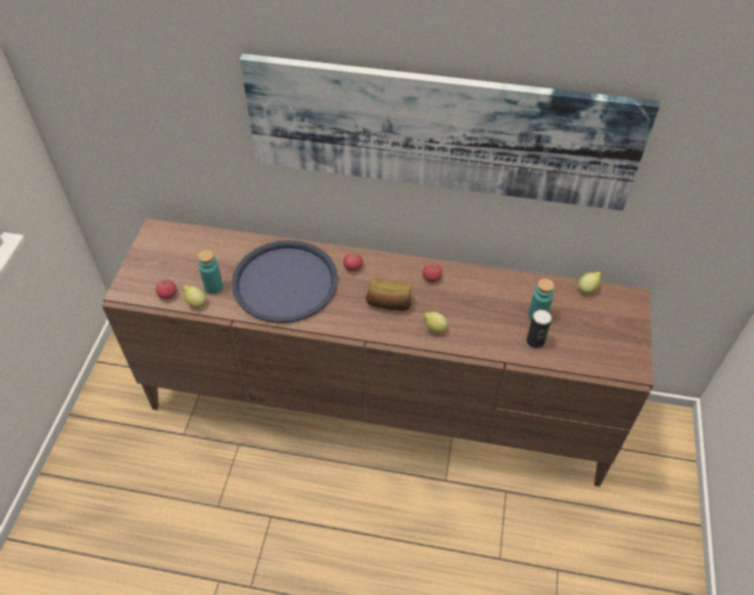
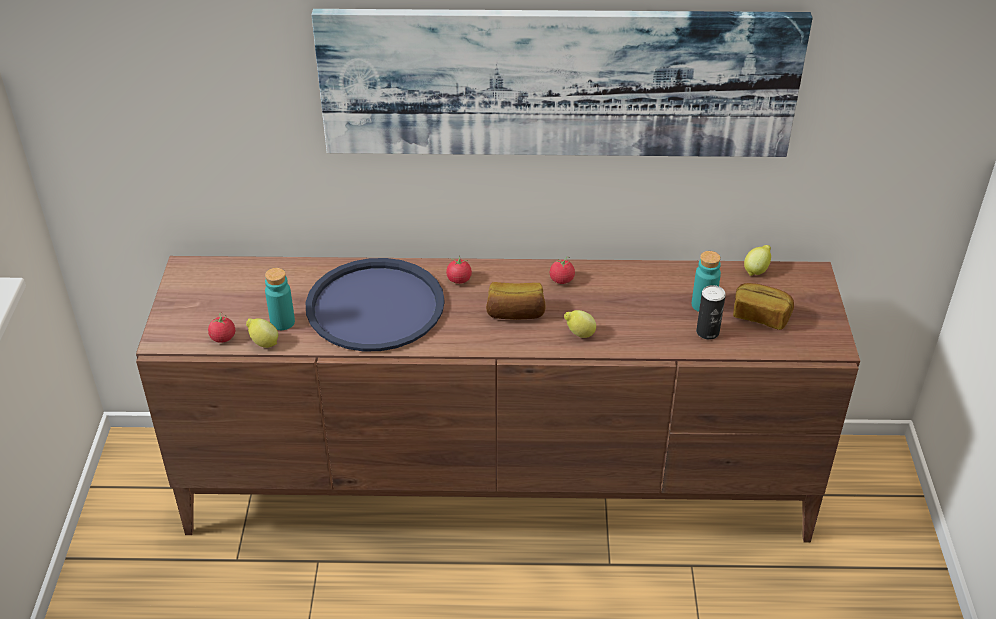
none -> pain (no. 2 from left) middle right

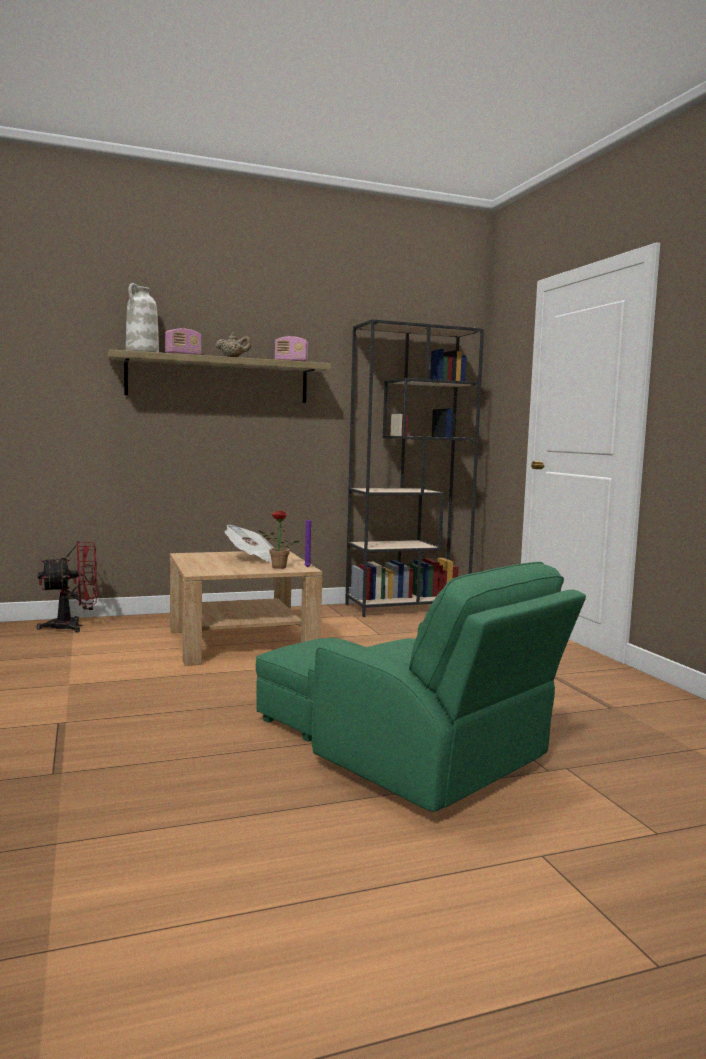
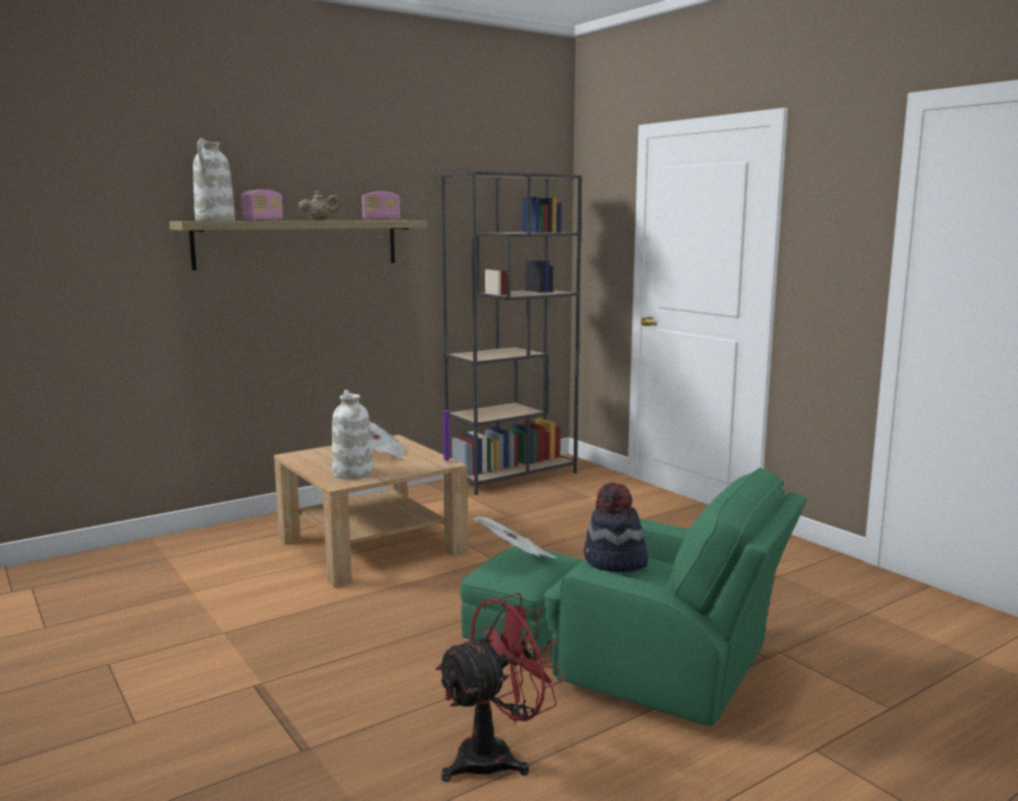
plante en pot centre -> none
none -> vase [blanc] (no. 2 from left) centre
none -> journal (no. 2 from left) bottom centre
none -> chapeau centre
ventilateur [rouge] middle left -> ventilateur [rouge] bottom centre, shifted

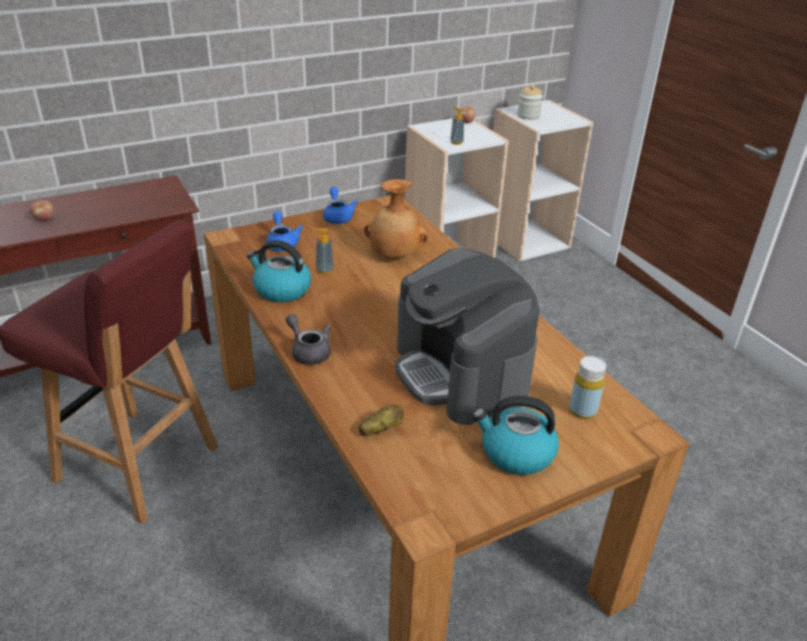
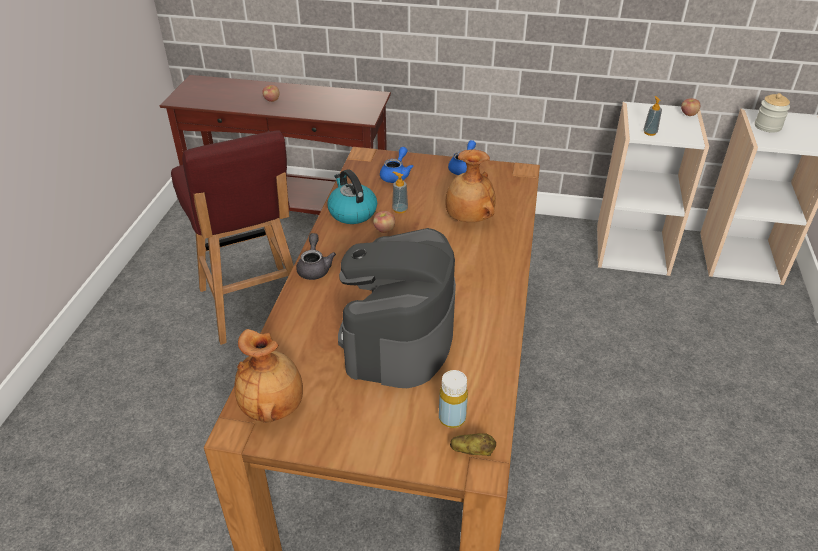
bouilloire (no. 2 from left) bottom centre -> none
none -> vase [marron] (no. 1 from left) bottom left
none -> pomme (no. 2 from left) centre
pomme de terre centre -> pomme de terre bottom centre, shifted

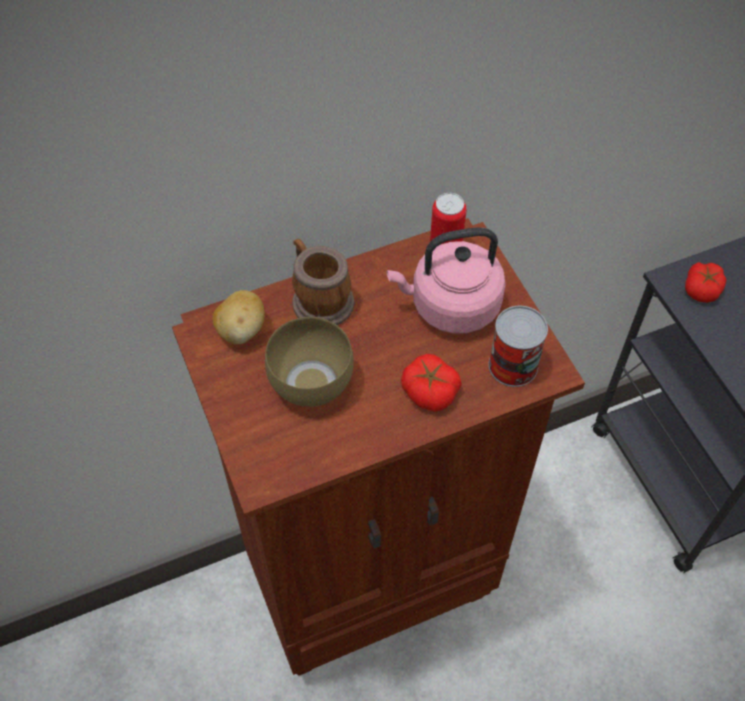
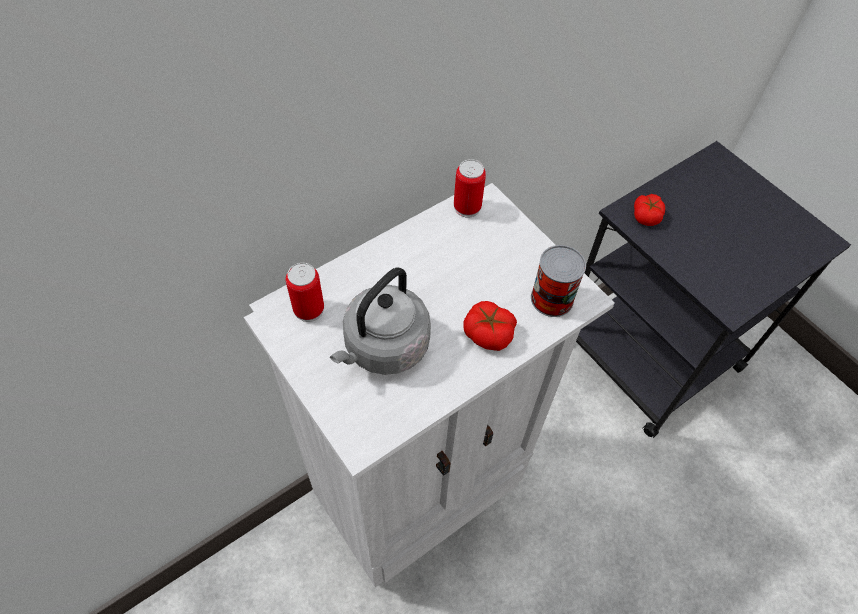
mug centre -> none
bouilloire [rose] centre -> none
pomme de terre middle left -> boîte métallique (no. 1 from left) centre
bol [marron] centre -> bouilloire [gris] centre
meuble de rangement [marron] centre -> meuble de rangement [blanc] centre

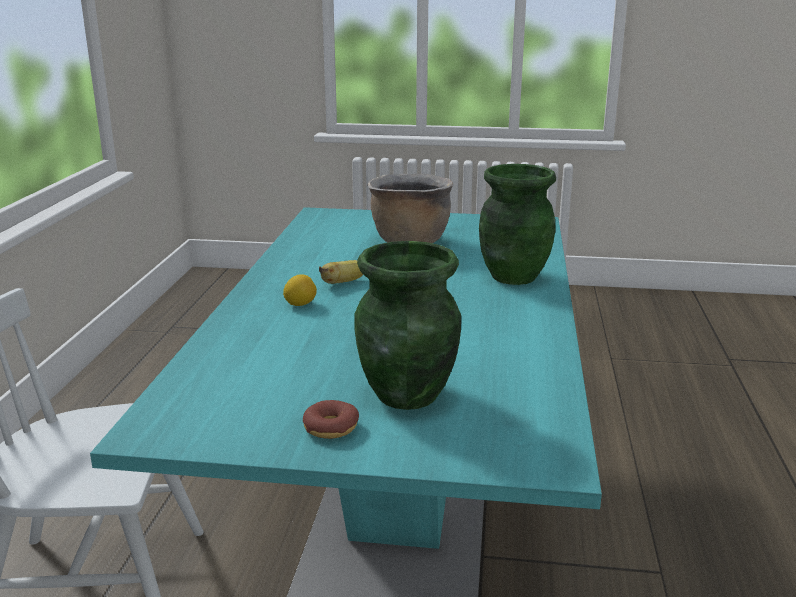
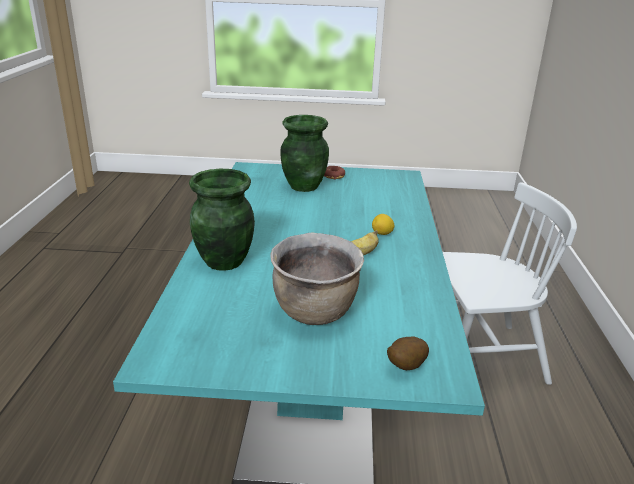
none -> pomme de terre bottom centre

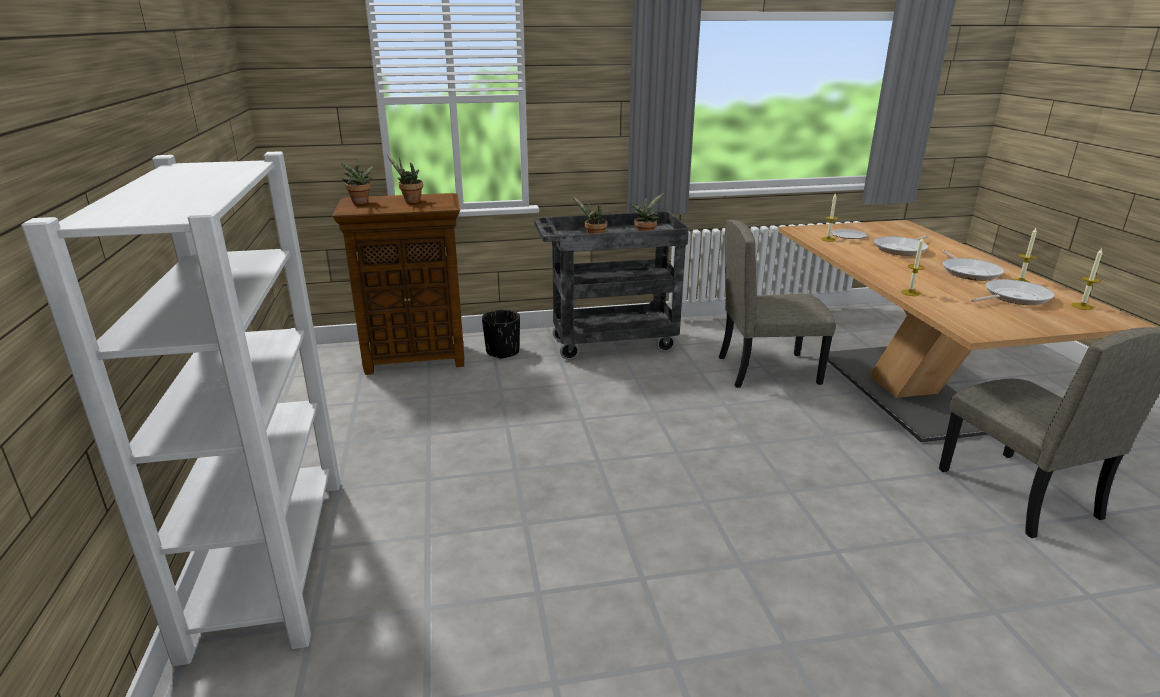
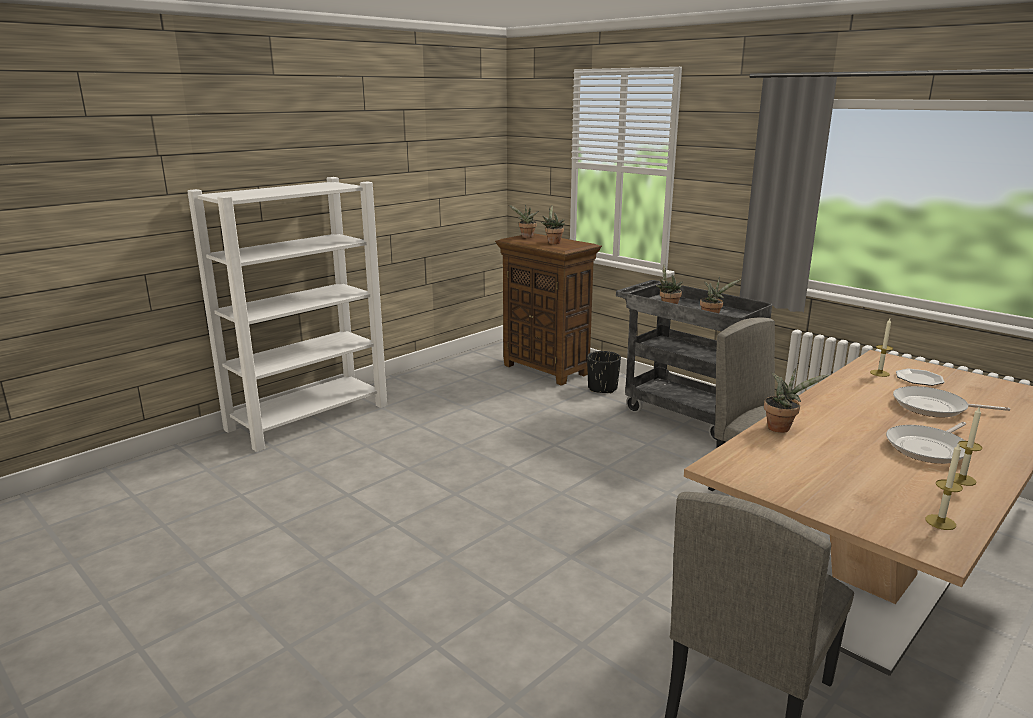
poêle (no. 3 from left) middle right -> none
bougie (no. 2 from left) middle right -> plante en pot (no. 5 from left) middle right

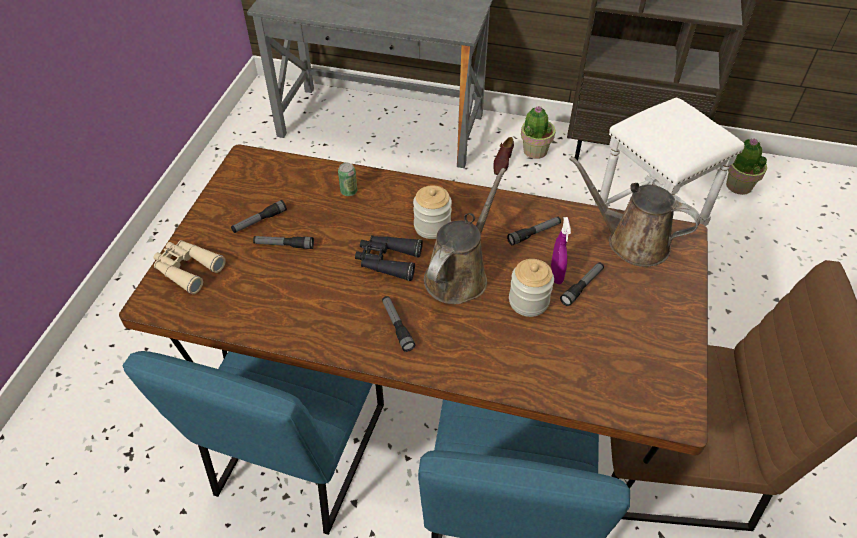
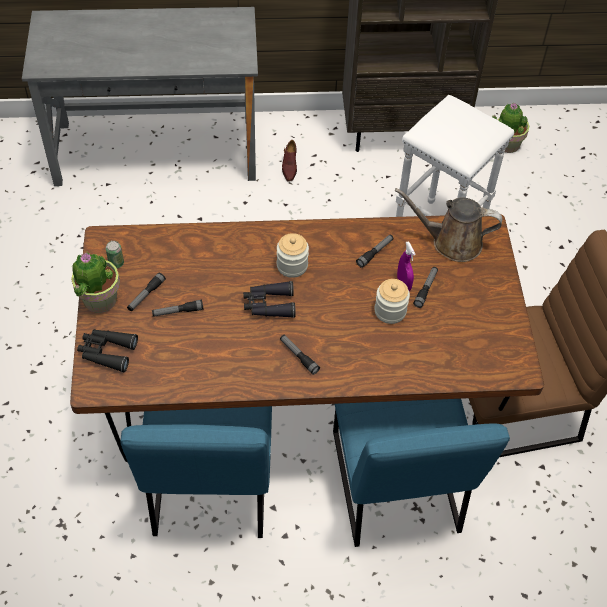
arrosoir [marron] (no. 1 from left) centre -> none
boîte métallique top centre -> boîte métallique middle left, shifted
plante en pot (no. 1 from left) top centre -> plante en pot (no. 1 from left) middle left, shifted
jumelles [beige] middle left -> jumelles [noir] (no. 1 from left) middle left

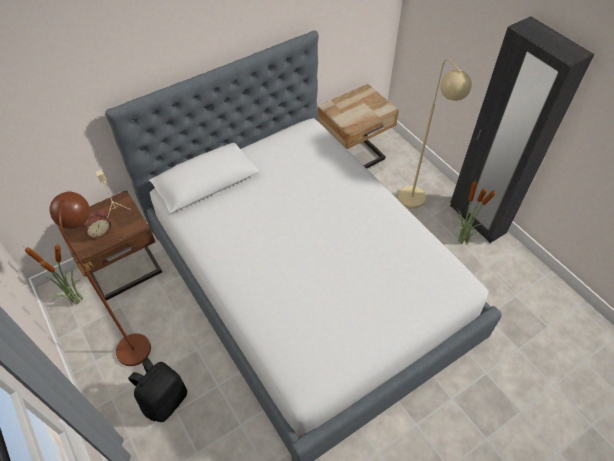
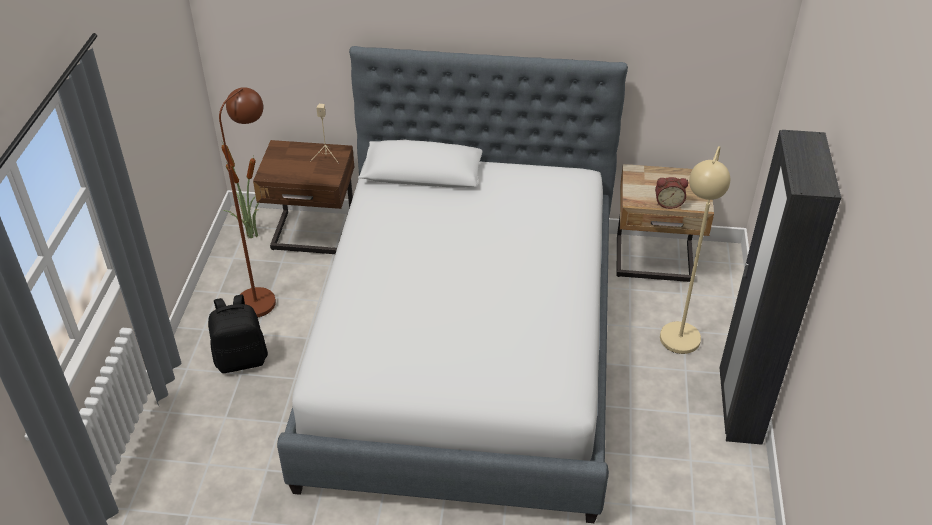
plante en pot (no. 2 from left) middle right -> none
réveil middle left -> réveil middle right, shifted

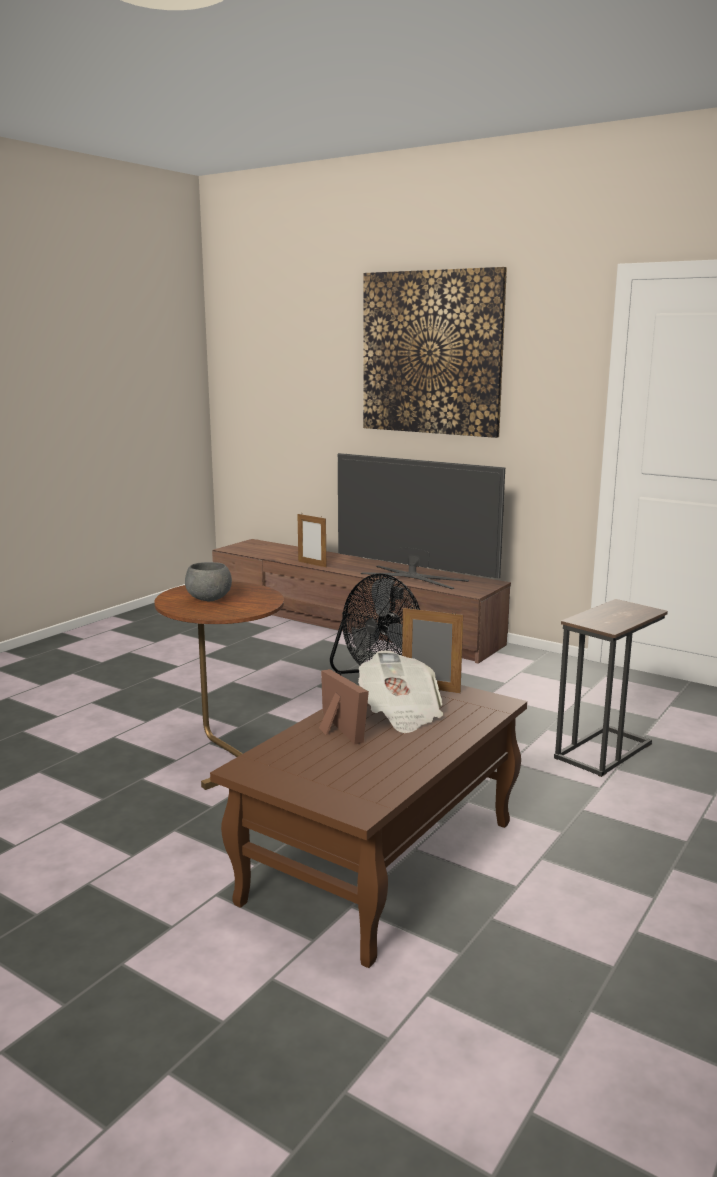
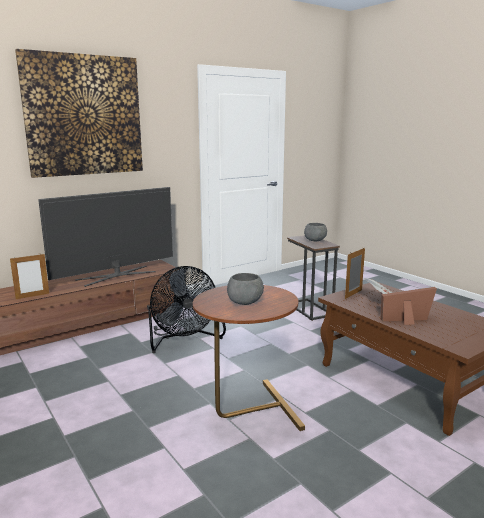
none -> bol [gris] (no. 2 from left) centre

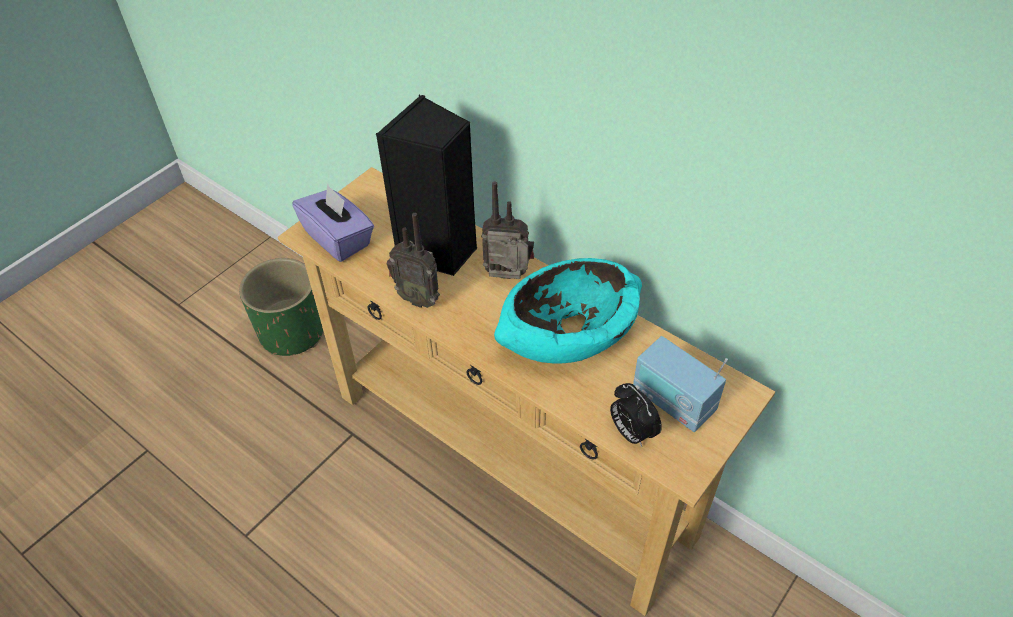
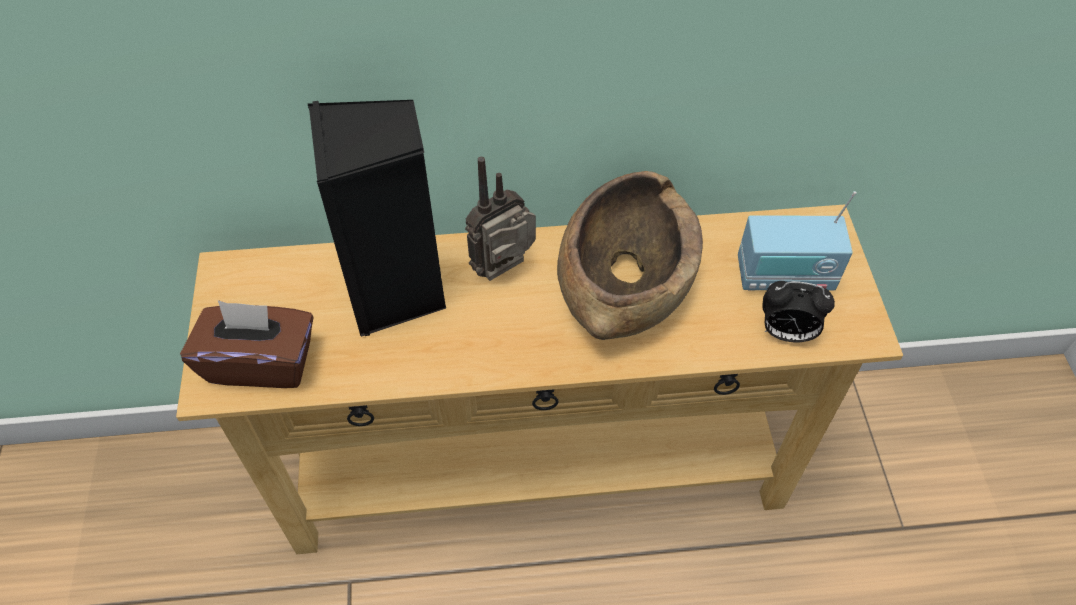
cache-pot [vert] middle left -> none
radio (no. 1 from left) centre -> none
boîte à mouchoirs [violet] middle left -> boîte à mouchoirs [marron] middle left
bol [turquoise] centre -> bol [marron] centre

